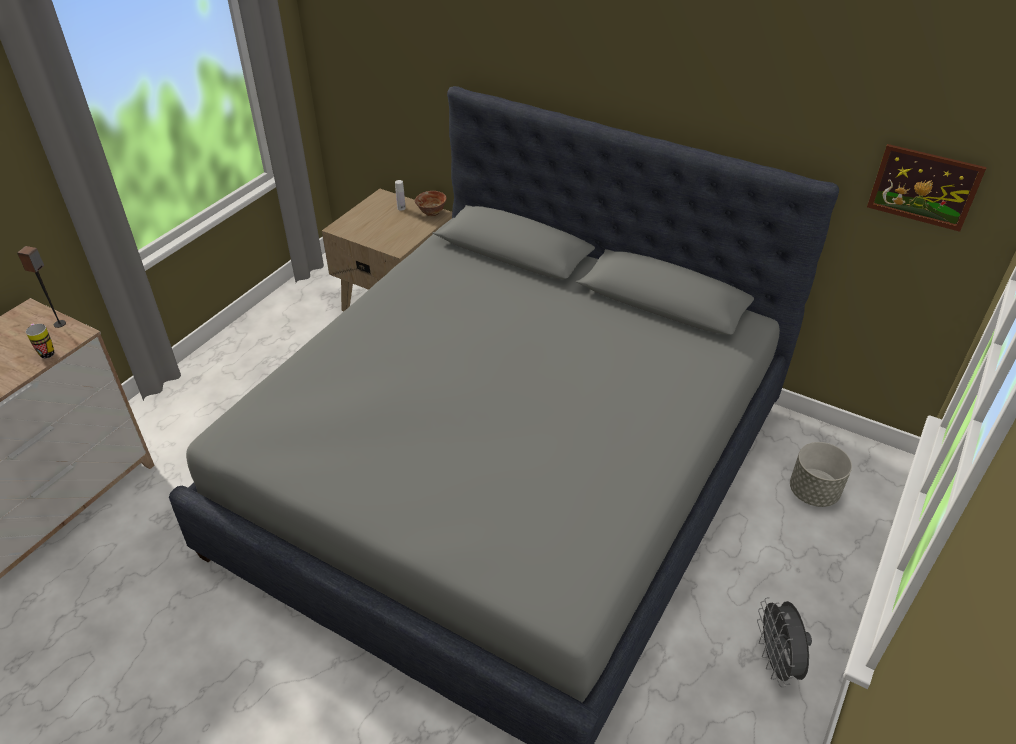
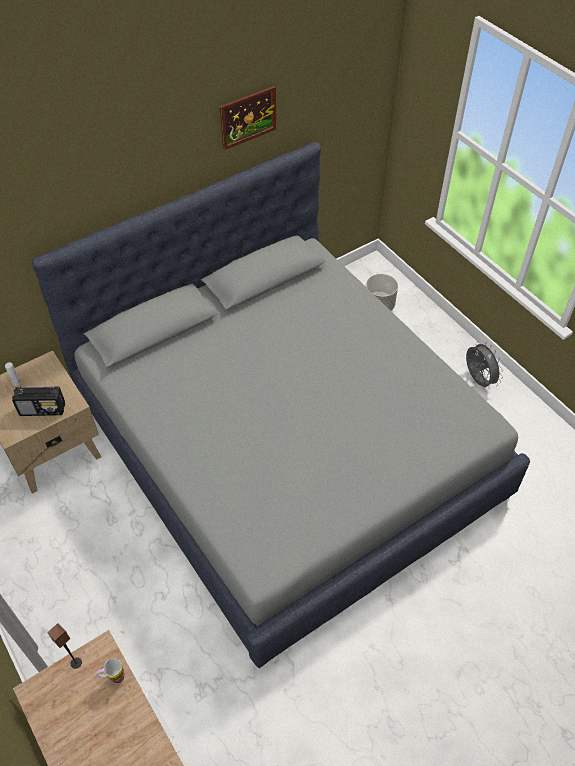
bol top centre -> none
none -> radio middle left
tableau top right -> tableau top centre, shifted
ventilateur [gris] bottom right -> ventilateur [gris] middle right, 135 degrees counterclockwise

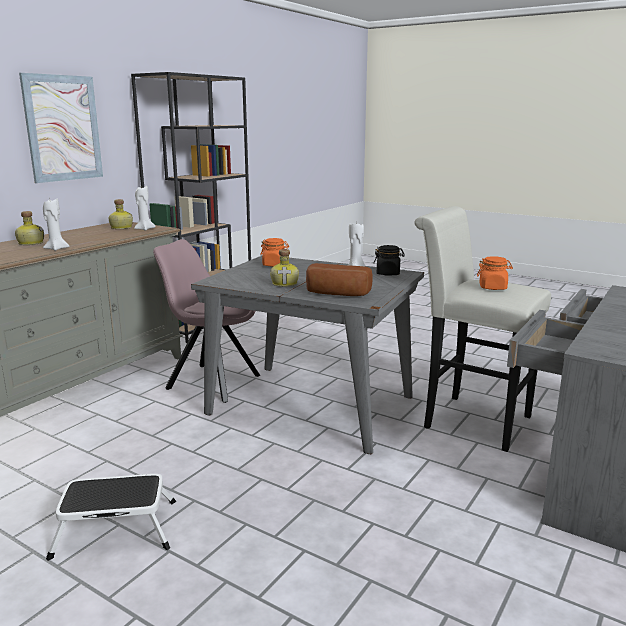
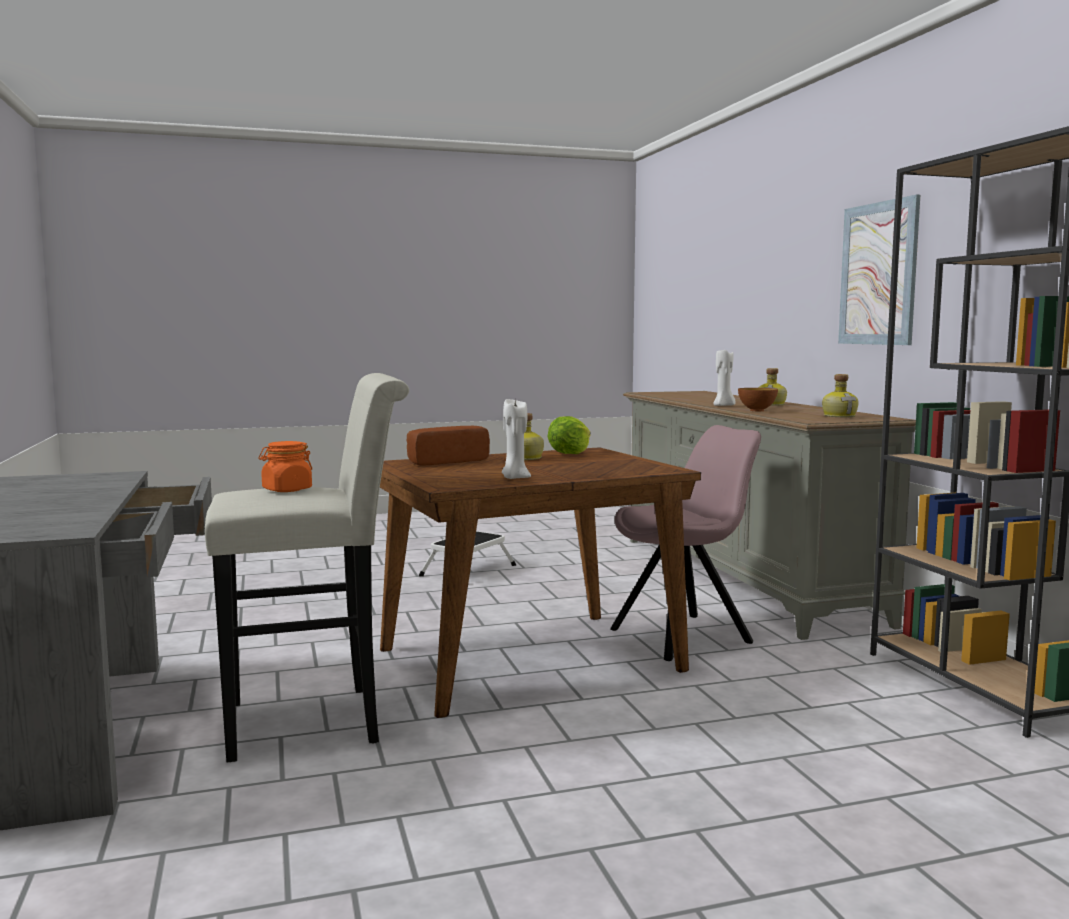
bougie [blanc] (no. 2 from left) top left -> none
bocal [orange] (no. 1 from left) centre -> none
bocal [noir] centre -> none
none -> laitue centre
none -> bol middle right
table à manger [gris] centre -> table à manger [marron] centre

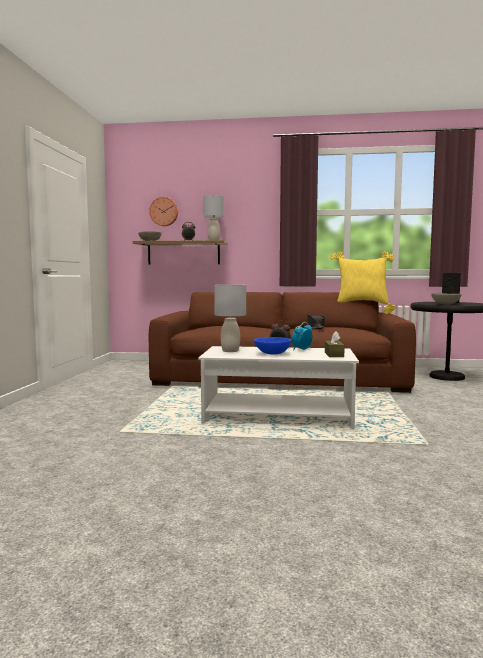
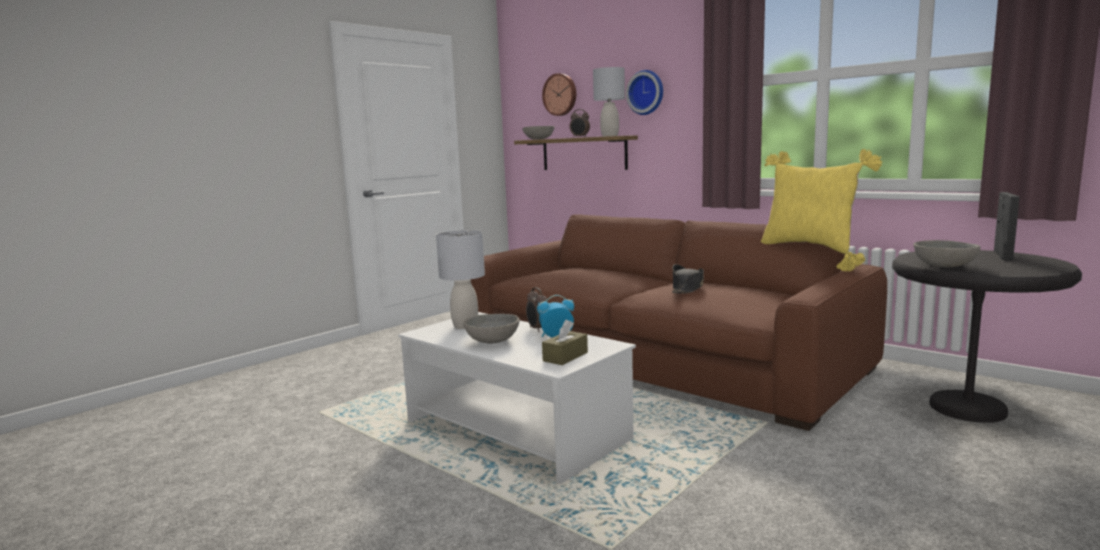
none -> horloge murale (no. 2 from left) top centre
bol [bleu] centre -> bol [gris] (no. 1 from left) centre

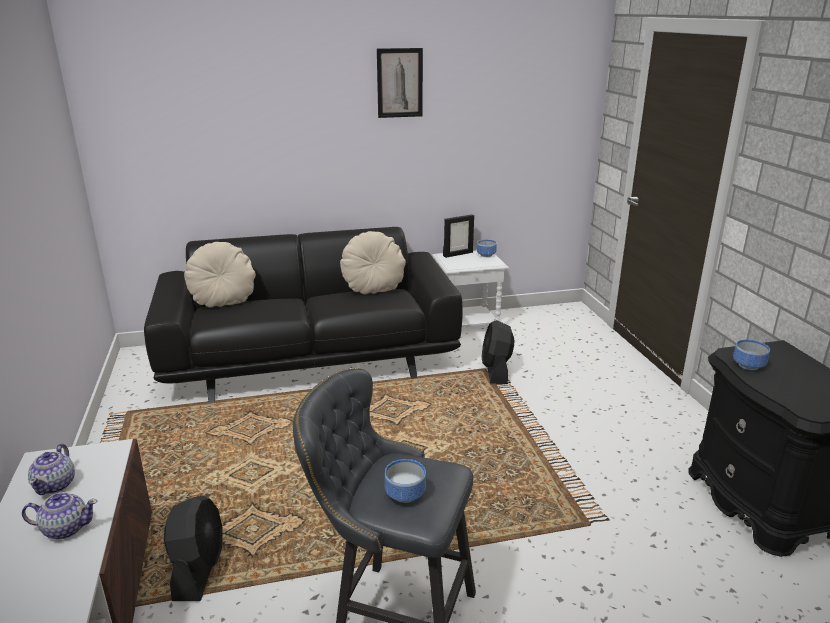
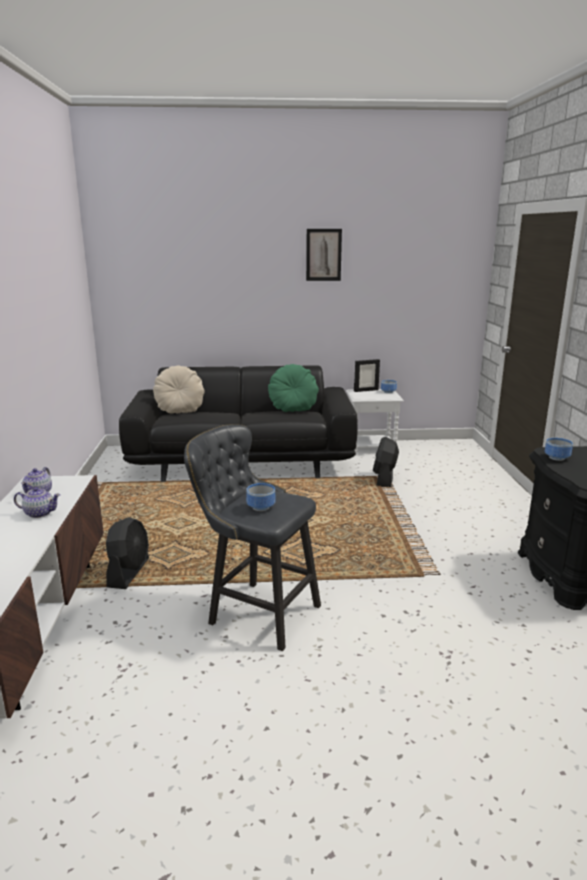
coussin [beige] (no. 2 from left) centre -> coussin [vert] centre

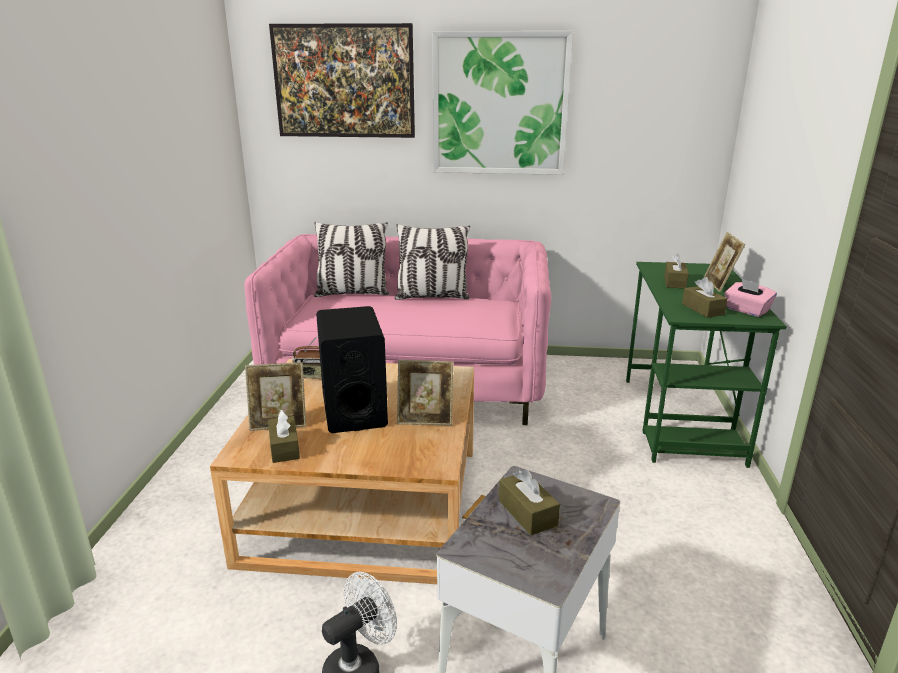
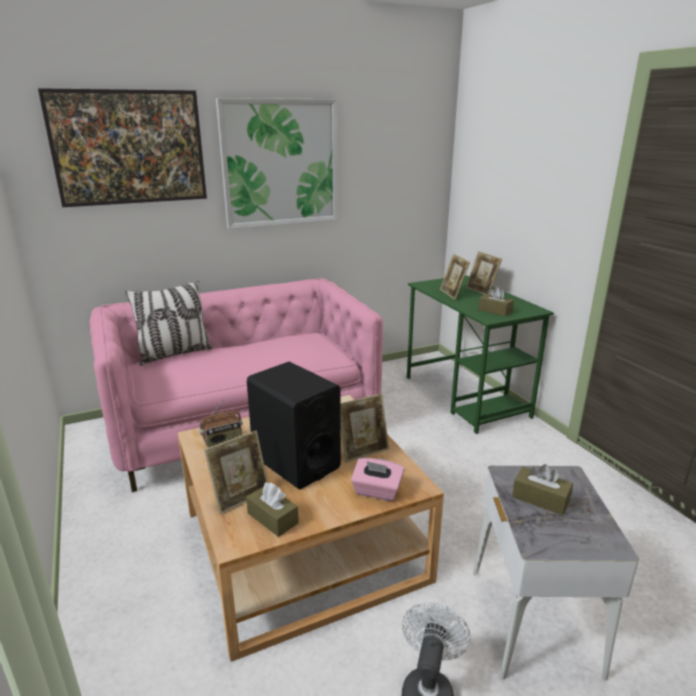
coussin (no. 2 from left) centre -> none
boîte à mouchoirs [rose] middle right -> boîte à mouchoirs [rose] bottom centre, shifted
boîte à mouchoirs [marron] (no. 3 from left) middle right -> cadre photo (no. 3 from left) centre

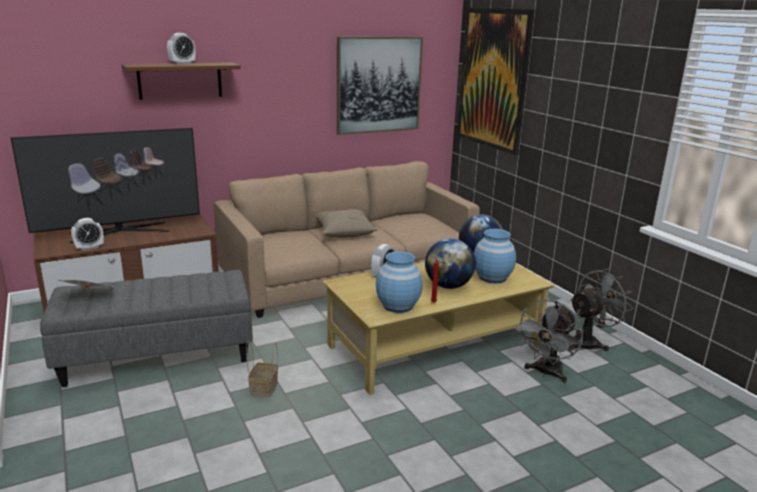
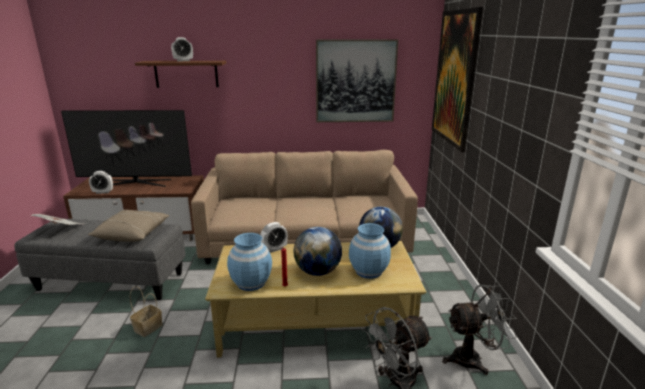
coussin [beige] centre -> coussin [beige] middle left, shifted

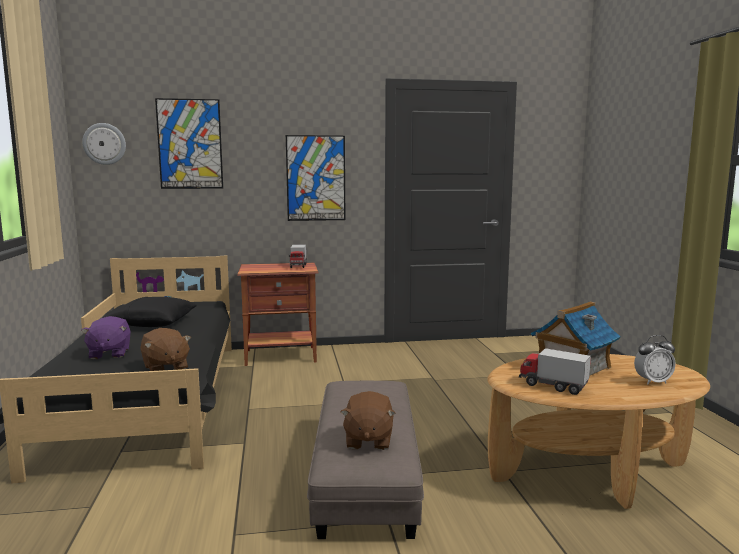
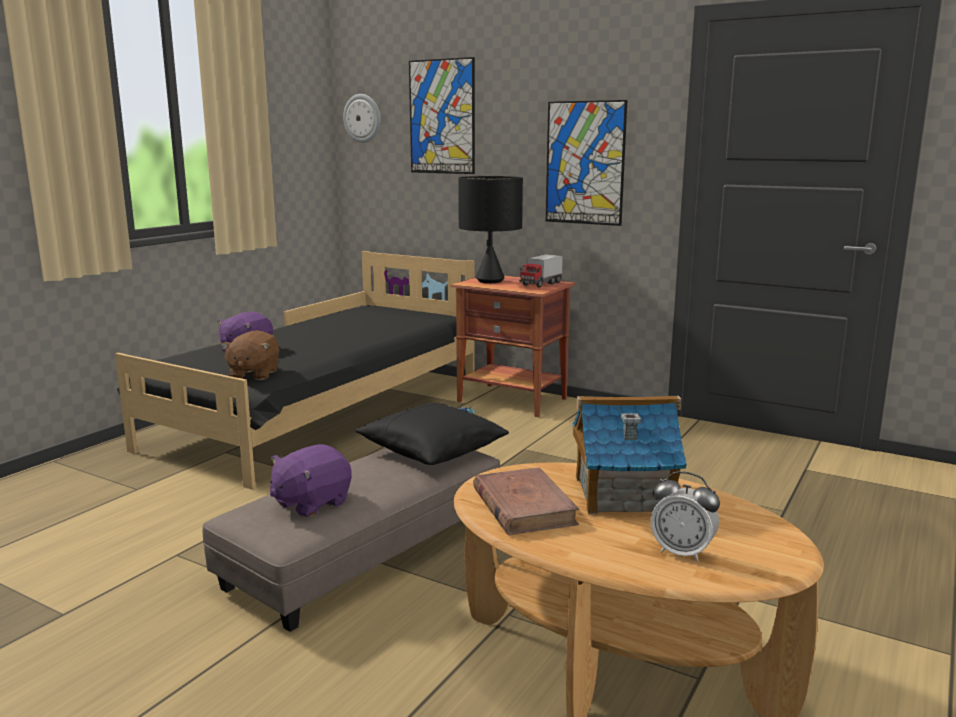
none -> lampe de table [noir] top centre
coussin [noir] middle left -> coussin [noir] centre, shifted
camion jouet (no. 2 from left) bottom right -> livre [marron] bottom centre
peluche [marron] (no. 2 from left) bottom centre -> peluche [violet] (no. 2 from left) bottom left

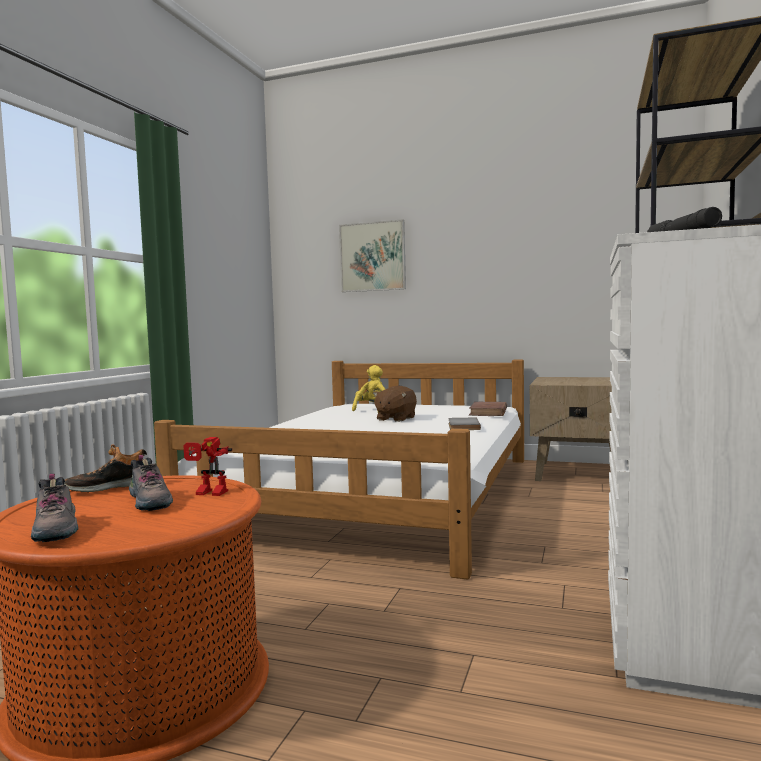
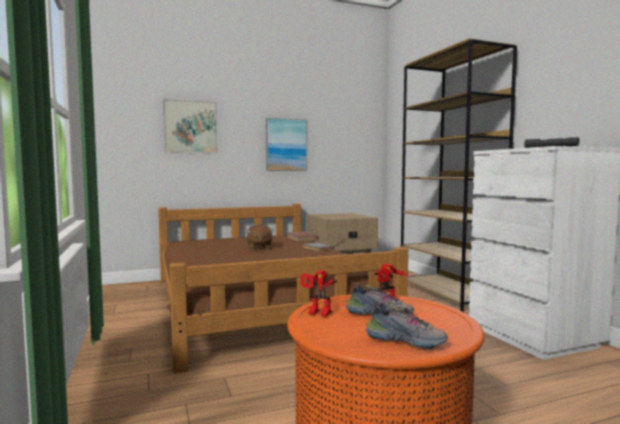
peluche [jaune] centre -> none
none -> tableau (no. 2 from left) centre
chaussure (no. 2 from left) middle left -> robot jouet (no. 1 from left) bottom centre
lit [blanc] centre -> lit [marron] bottom centre

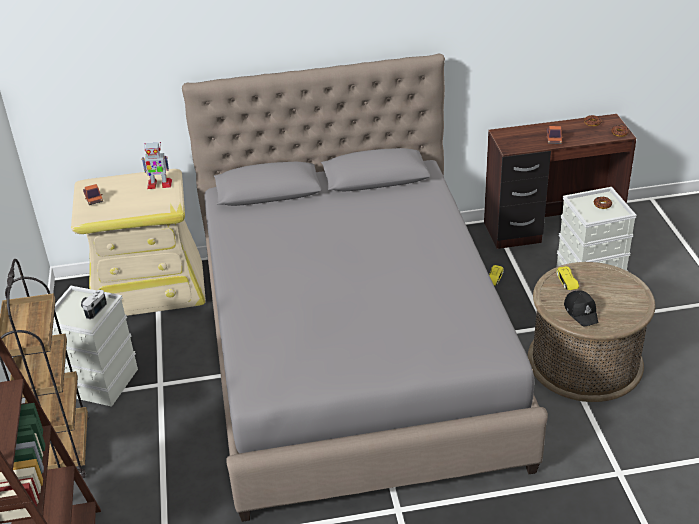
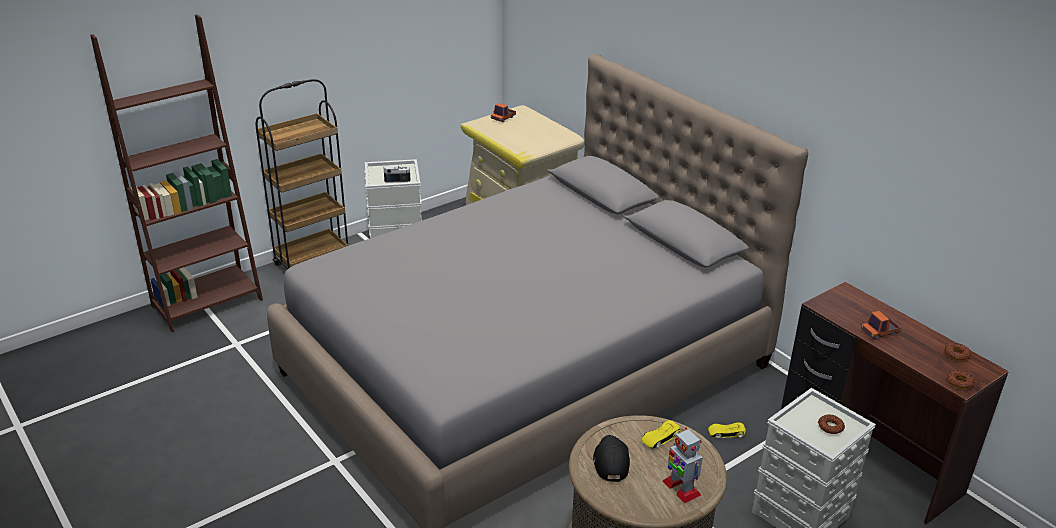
robot jouet top left -> robot jouet bottom centre, shifted
casquette [noir] middle right -> casquette [noir] bottom centre, 135 degrees clockwise

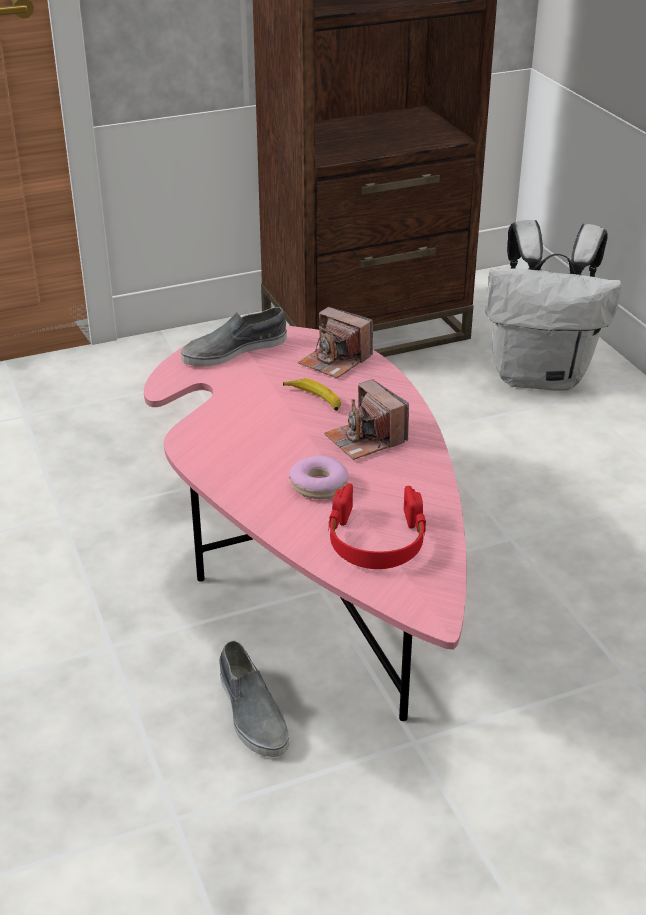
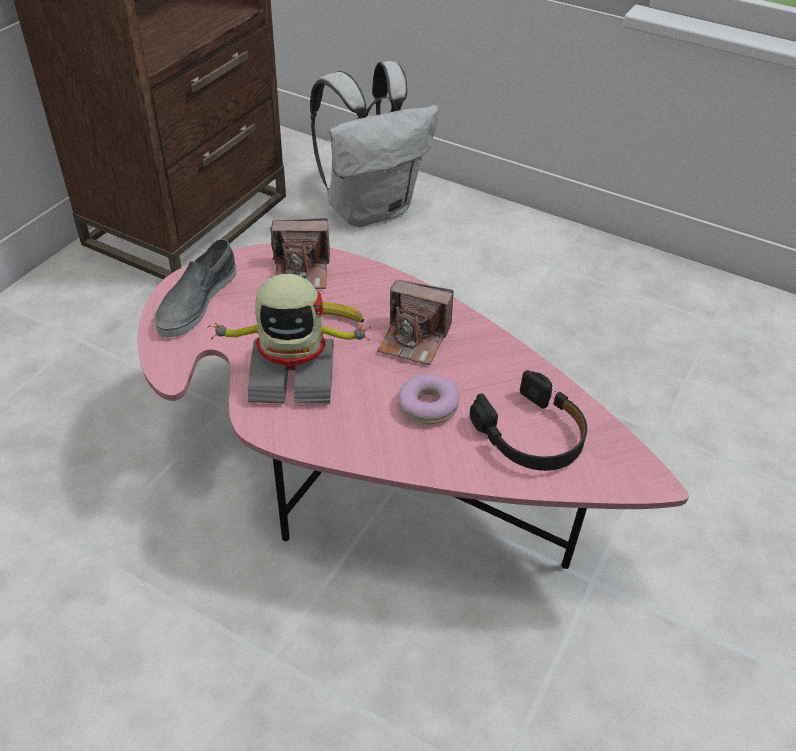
chaussure [gris] (no. 2 from left) bottom centre -> none
none -> robot jouet centre
casque audio [rouge] centre -> casque audio [noir] centre

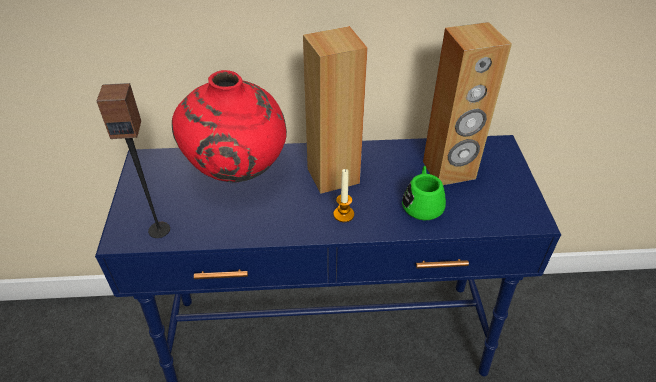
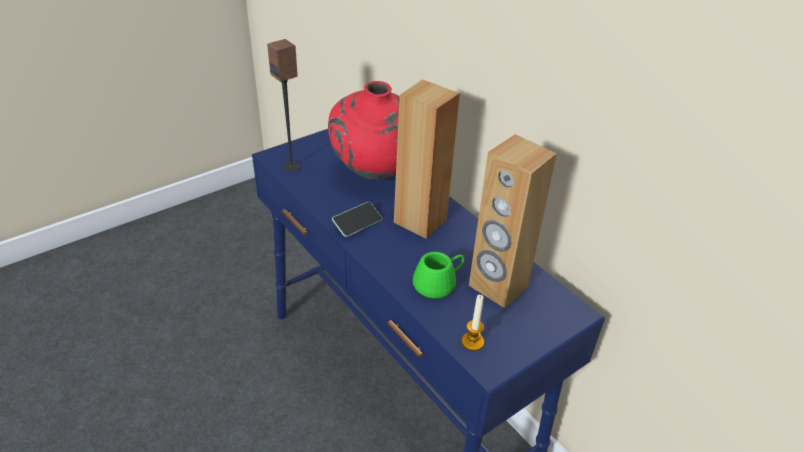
none -> téléphone centre
bougie centre -> bougie bottom centre, shifted

